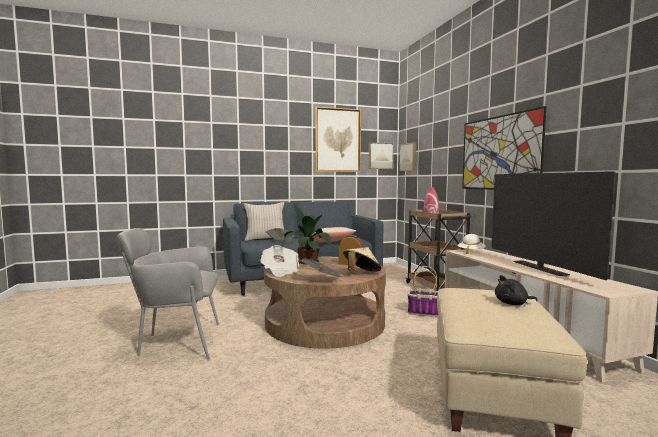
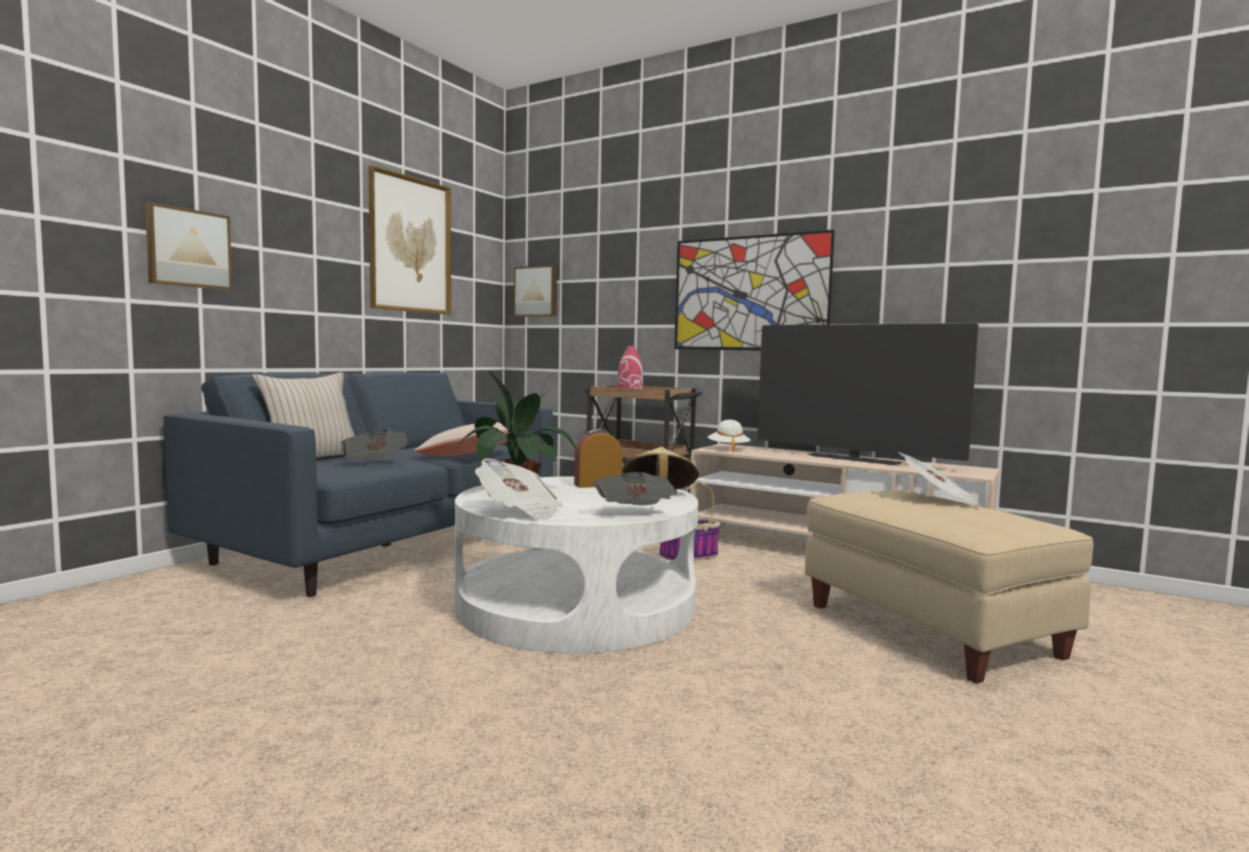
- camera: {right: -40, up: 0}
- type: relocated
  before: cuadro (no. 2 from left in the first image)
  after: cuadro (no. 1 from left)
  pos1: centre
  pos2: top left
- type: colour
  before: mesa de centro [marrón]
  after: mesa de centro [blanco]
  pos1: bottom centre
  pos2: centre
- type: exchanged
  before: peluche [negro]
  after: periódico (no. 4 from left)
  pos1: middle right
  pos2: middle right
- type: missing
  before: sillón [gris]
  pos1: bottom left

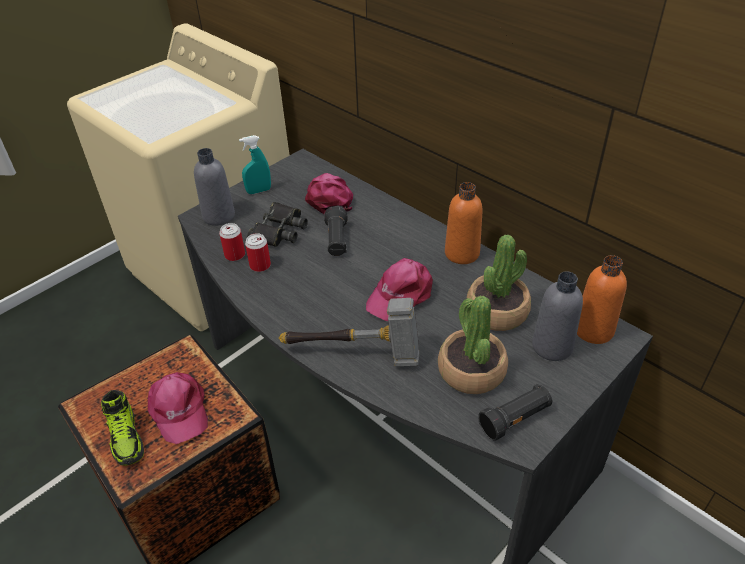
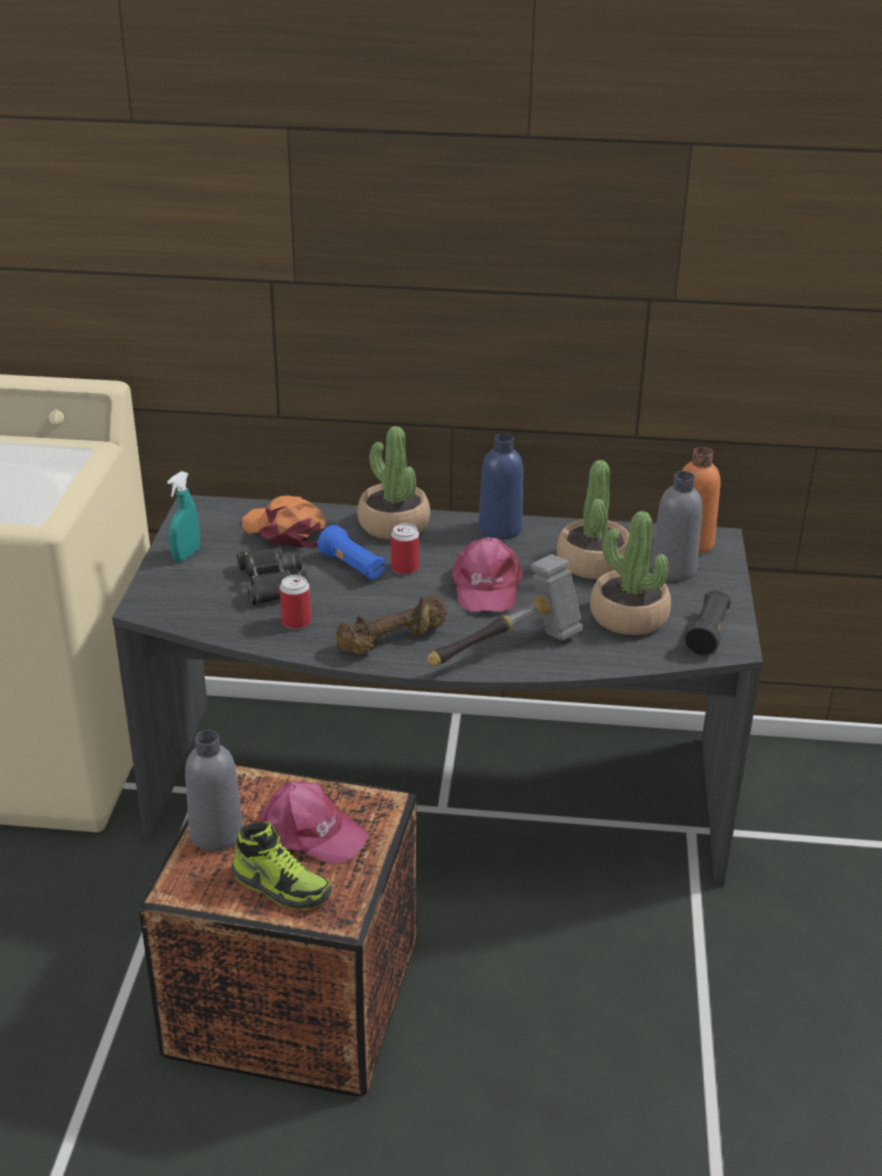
- camera: {right: -40, up: -10}
- type: relocated
  before: botella [gris] (no. 1 from left)
  pos1: top left
  pos2: bottom left
- type: colour
  before: gorra [rosa] (no. 2 from left)
  after: gorra [naranja]
  pos1: centre
  pos2: middle left
- type: colour
  before: linterna [negro] (no. 1 from left)
  after: linterna [azul]
  pos1: centre
  pos2: centre
- type: appeared
  after: mancuerna [marrón]
  pos2: centre
- type: appeared
  after: planta en maceta (no. 1 from left)
  pos2: centre
- type: relocated
  before: lata (no. 1 from left in the first image)
  after: lata (no. 2 from left)
  pos1: middle left
  pos2: centre
- type: colour
  before: botella [naranja] (no. 1 from left)
  after: botella [azul]
  pos1: centre
  pos2: centre

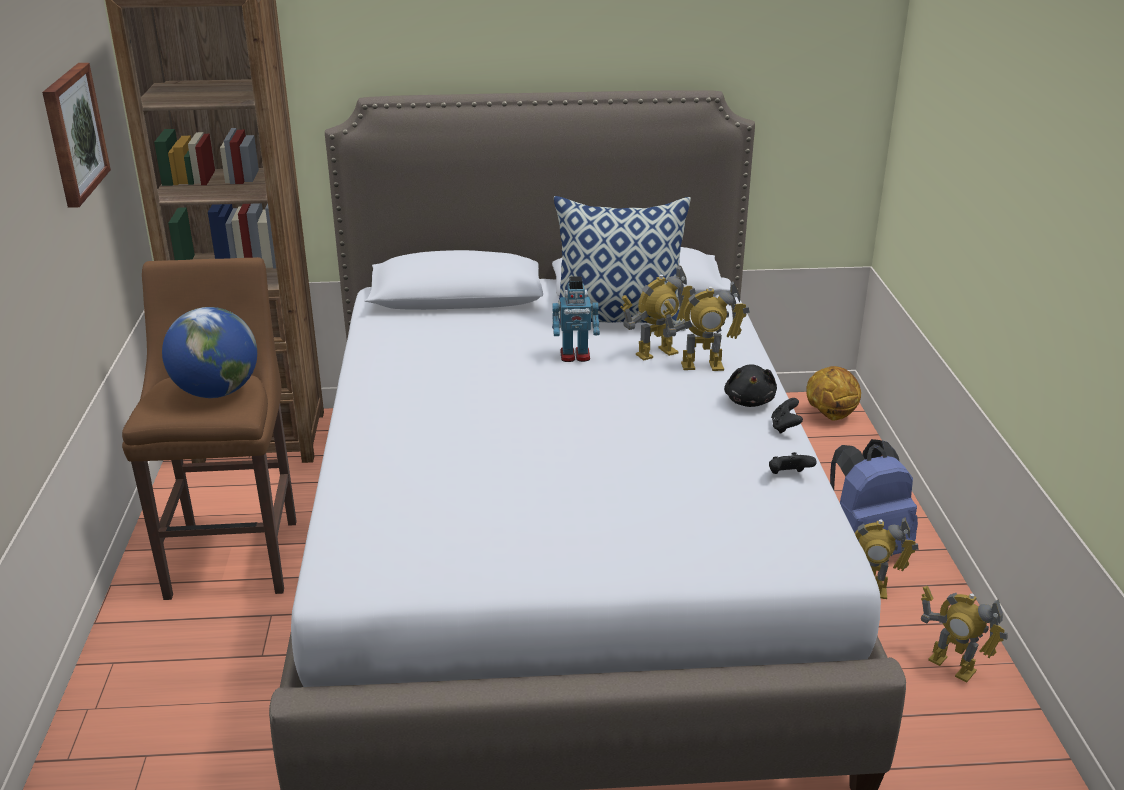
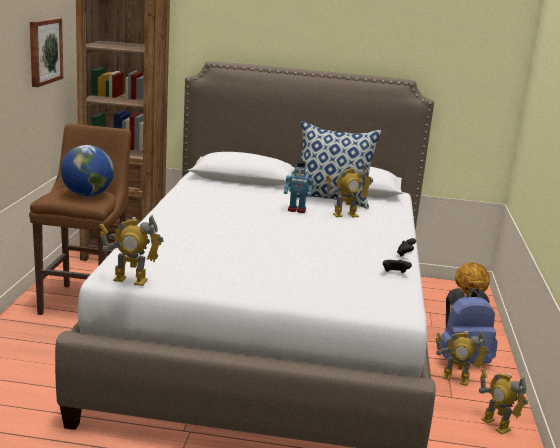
- camera: {right: 10, up: -10}
- type: relocated
  before: robot de juguete (no. 3 from left in the first image)
  after: robot de juguete (no. 1 from left)
  pos1: centre
  pos2: middle left
- type: missing
  before: peluche [negro]
  pos1: middle right

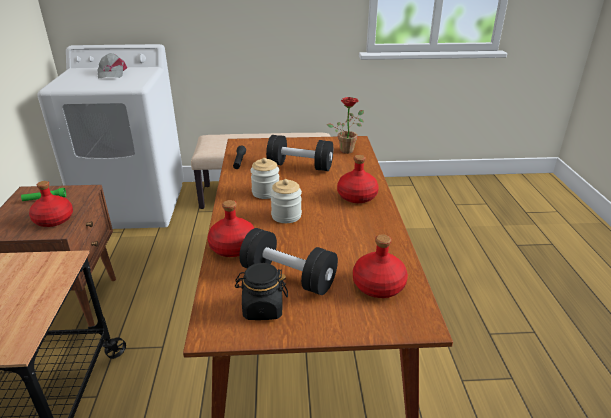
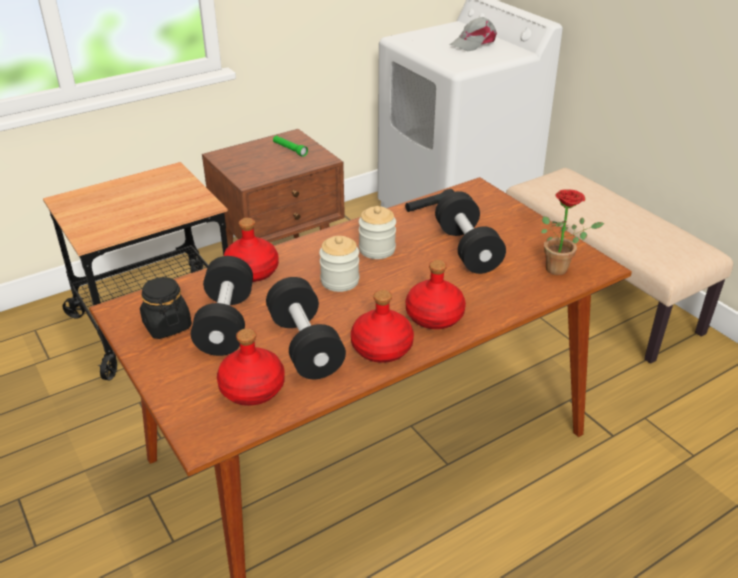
- camera: {right: 60, up: 5}
- type: appeared
  after: mancuerna [negro] (no. 2 from left)
  pos2: centre
- type: relocated
  before: botella [rojo] (no. 1 from left in the first image)
  after: botella [rojo] (no. 3 from left)
  pos1: middle left
  pos2: centre

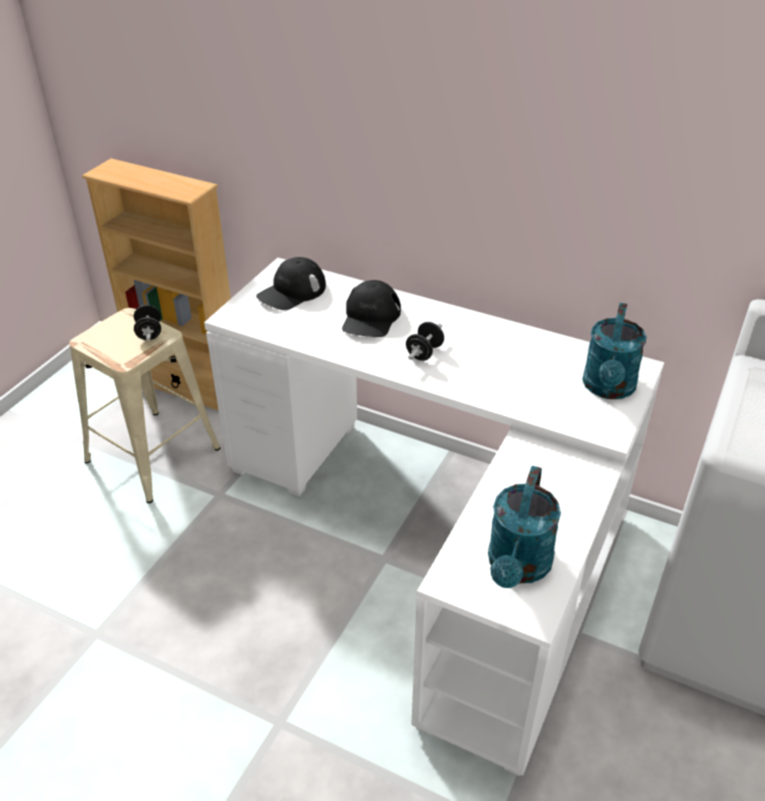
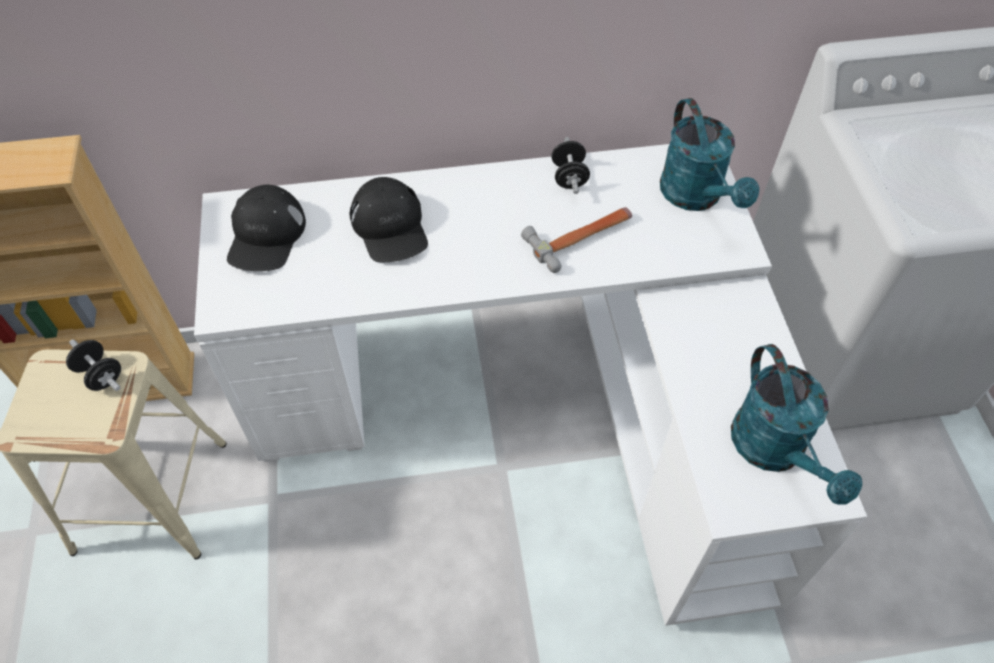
- camera: {right: -35, up: 15}
- type: appeared
  after: martillo
  pos2: centre
- type: relocated
  before: mancuerna [negro] (no. 2 from left)
  pos1: centre
  pos2: top centre

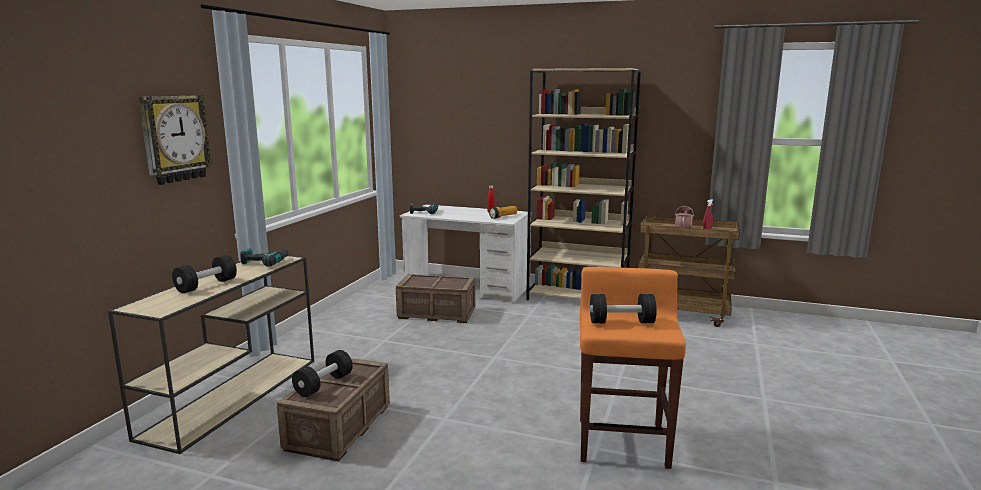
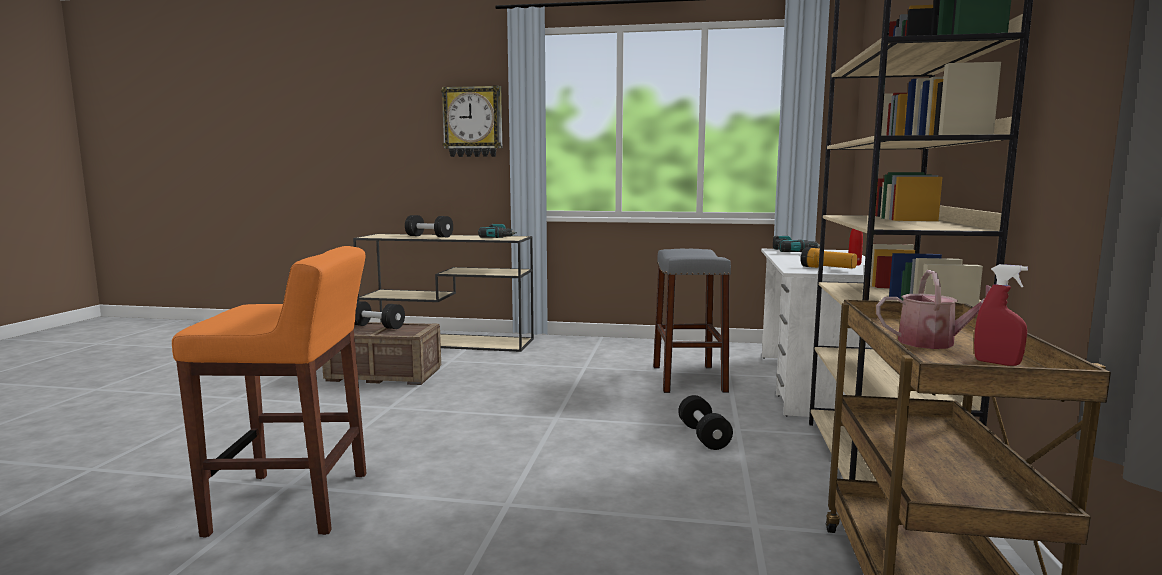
- camera: {right: 80, up: -5}
- type: exchanged
  before: caja de embalaje (no. 2 from left)
  after: taburete [gris]
  pos1: centre
  pos2: centre
- type: relocated
  before: mancuerna [negro] (no. 3 from left)
  pos1: centre
  pos2: bottom centre

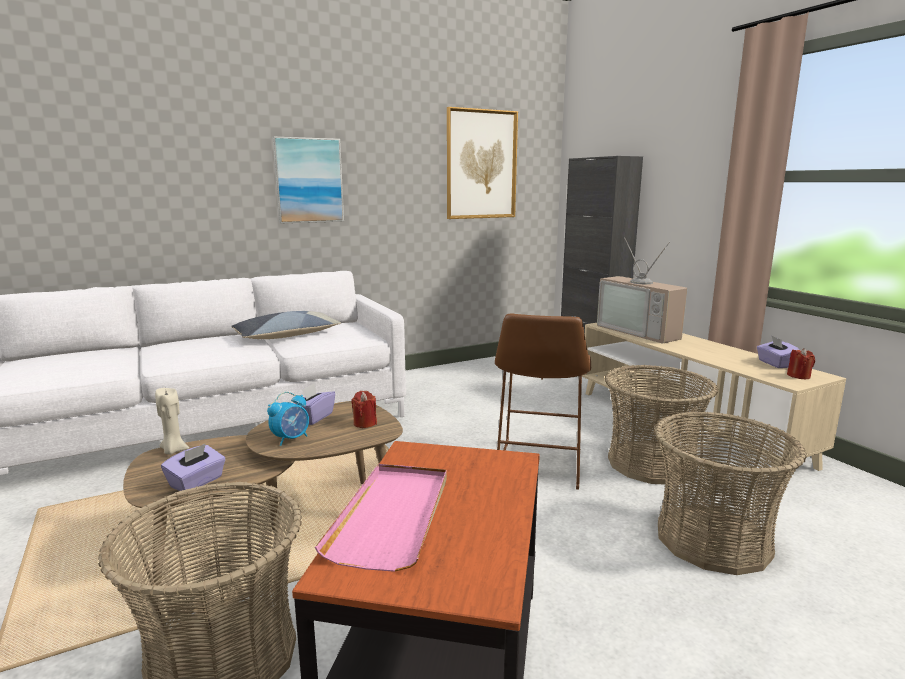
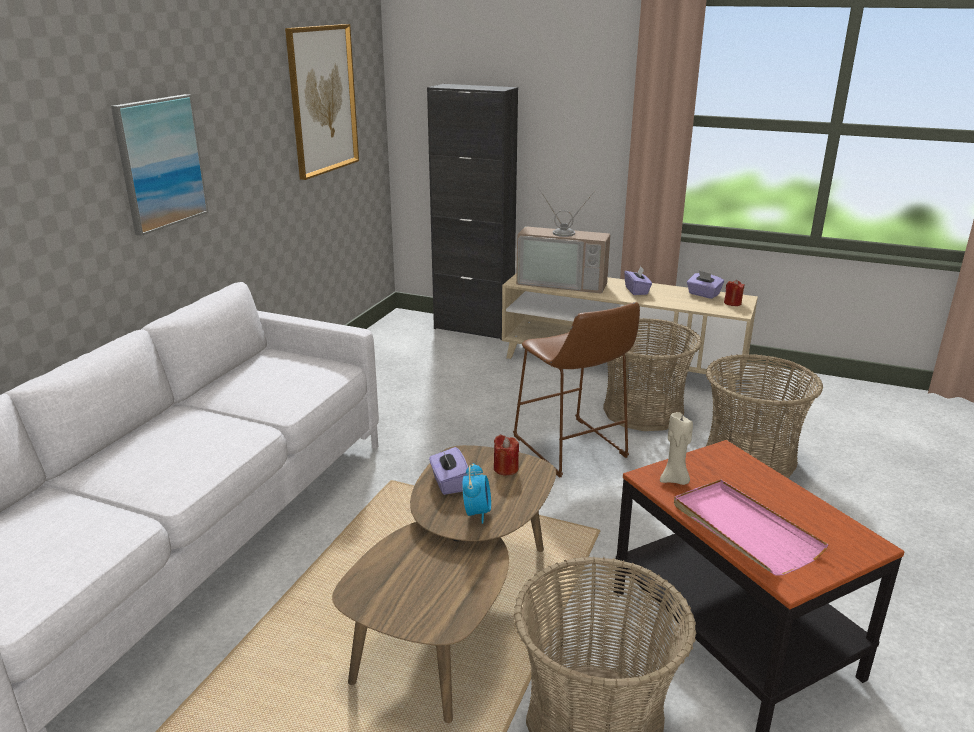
- camera: {right: -40, up: 10}
- type: relocated
  before: caja de pañuelos [morado] (no. 1 from left in the first image)
  after: caja de pañuelos [morado] (no. 2 from left)
  pos1: bottom left
  pos2: centre
- type: relocated
  before: vela [beis]
  pos1: middle left
  pos2: middle right
- type: missing
  before: cojín
  pos1: middle left

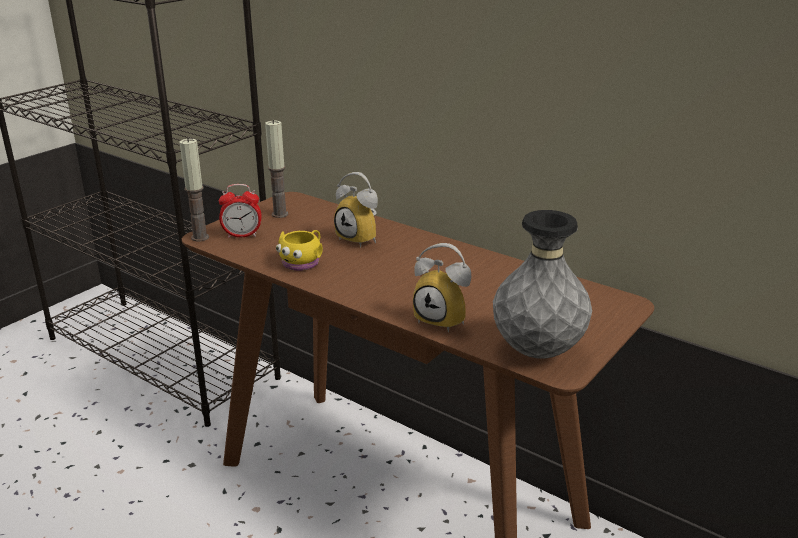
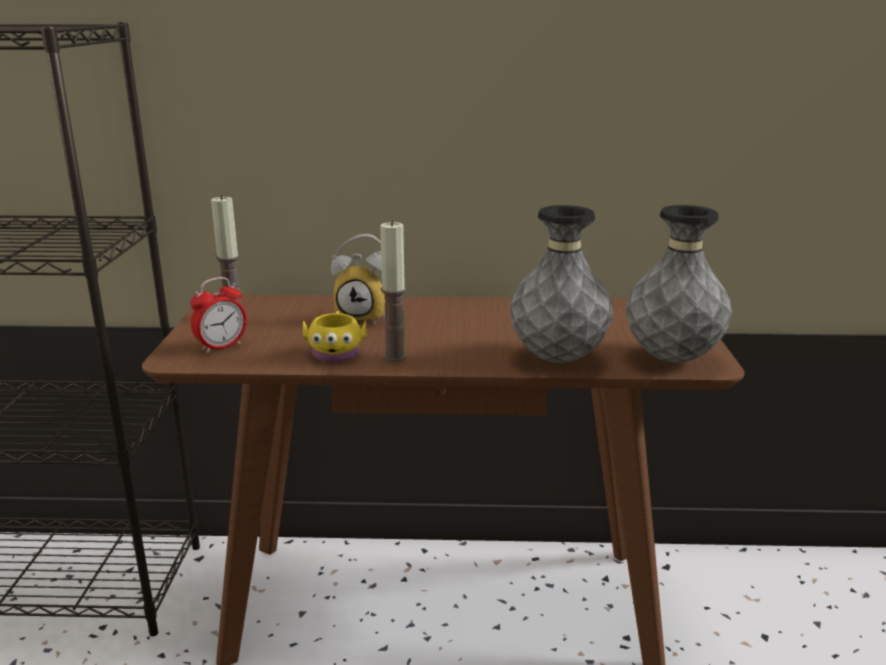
- camera: {right: -35, up: -5}
- type: relocated
  before: vela (no. 1 from left in the first image)
  after: vela (no. 2 from left)
  pos1: middle left
  pos2: centre
- type: exchanged
  before: despertador (no. 3 from left)
  after: florero [gris] (no. 1 from left)
  pos1: centre
  pos2: centre

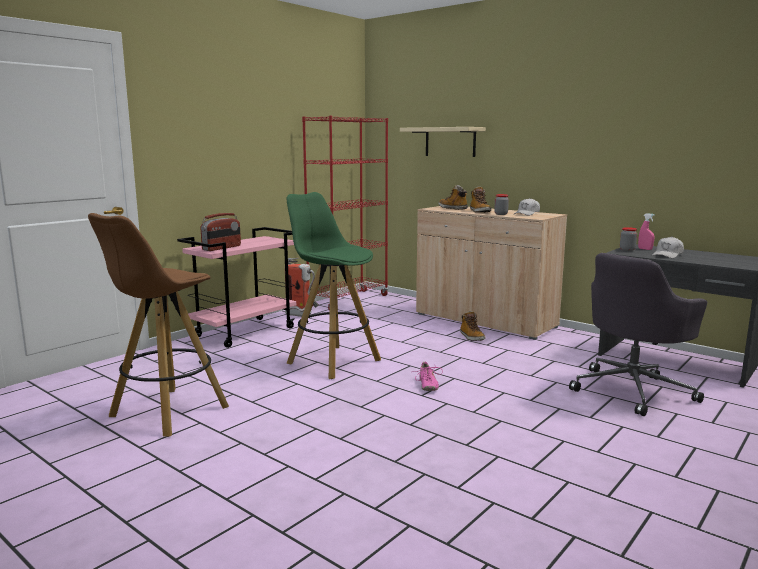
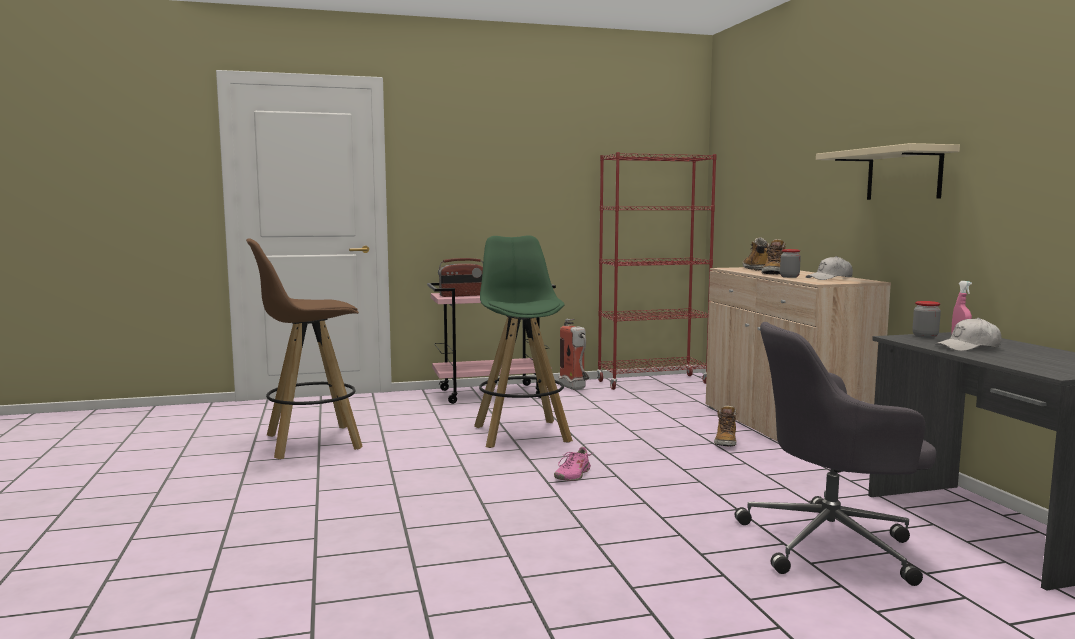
- camera: {right: 35, up: -5}
- type: relocated
  before: estante [beis]
  pos1: top centre
  pos2: top right

